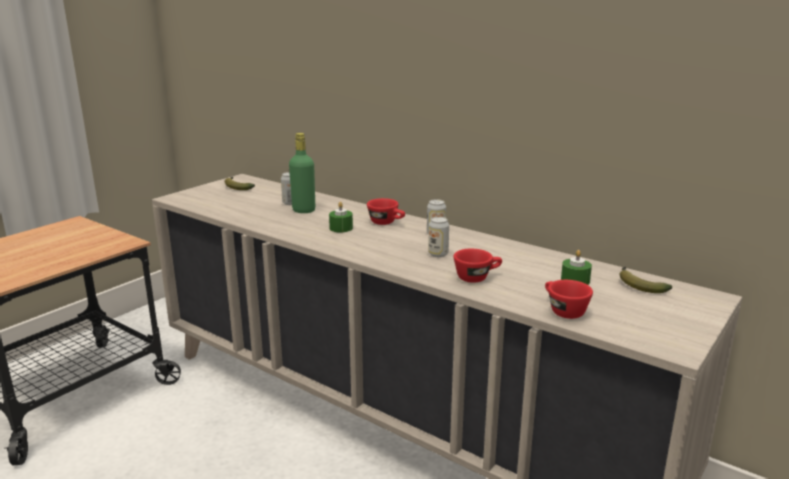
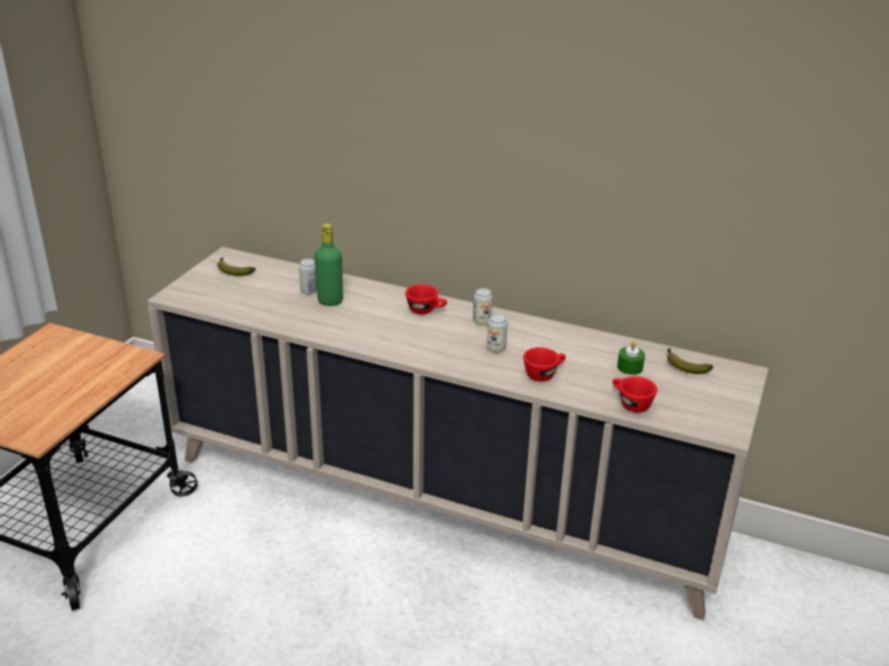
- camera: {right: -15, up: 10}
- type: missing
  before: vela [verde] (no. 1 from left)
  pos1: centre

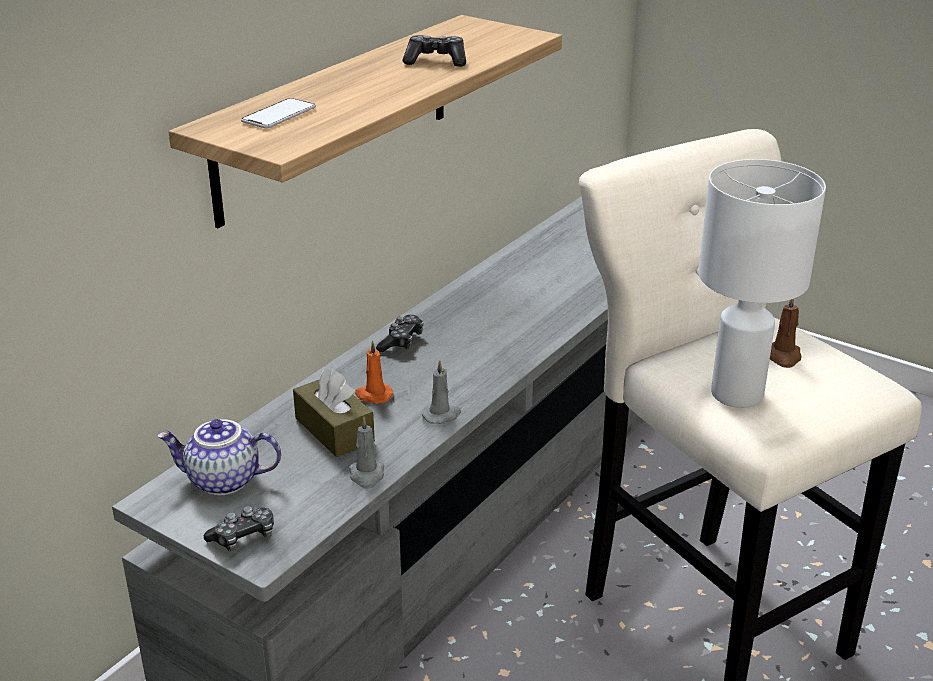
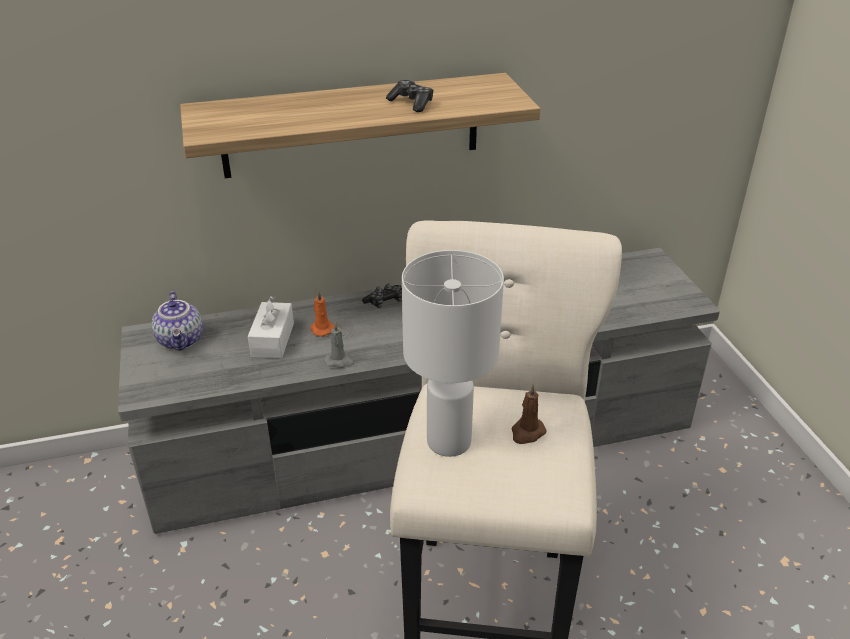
- camera: {right: 40, up: 5}
- type: spun
  before: tetera
  pos1: bottom left
  pos2: middle left
  turn: -150
- type: colour
  before: caja de pañuelos [marrón]
  after: caja de pañuelos [blanco]
  pos1: centre
  pos2: middle left
- type: missing
  before: mando de consola (no. 1 from left)
  pos1: bottom left
- type: missing
  before: móvil
  pos1: top left
- type: missing
  before: vela [gris] (no. 1 from left)
  pos1: centre

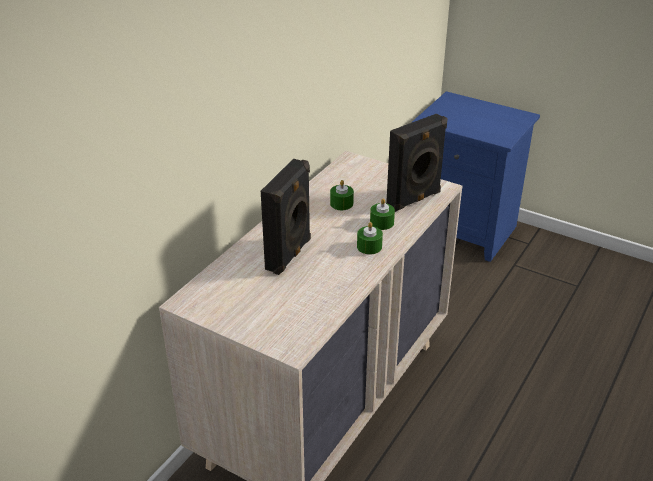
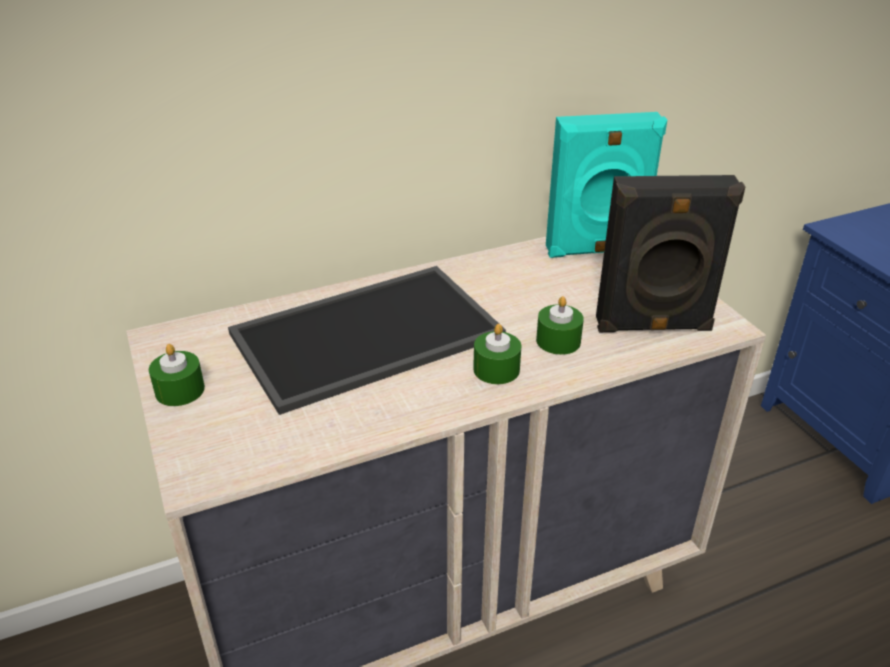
- camera: {right: 35, up: 0}
- type: relocated
  before: vela [verde] (no. 1 from left)
  pos1: centre
  pos2: middle left
- type: exchanged
  before: altavoz [negro] (no. 1 from left)
  after: bandeja
  pos1: centre
  pos2: centre
- type: appeared
  after: altavoz [turquesa]
  pos2: top right

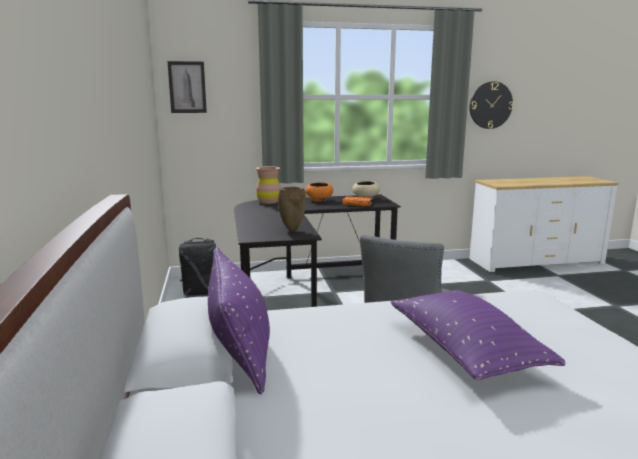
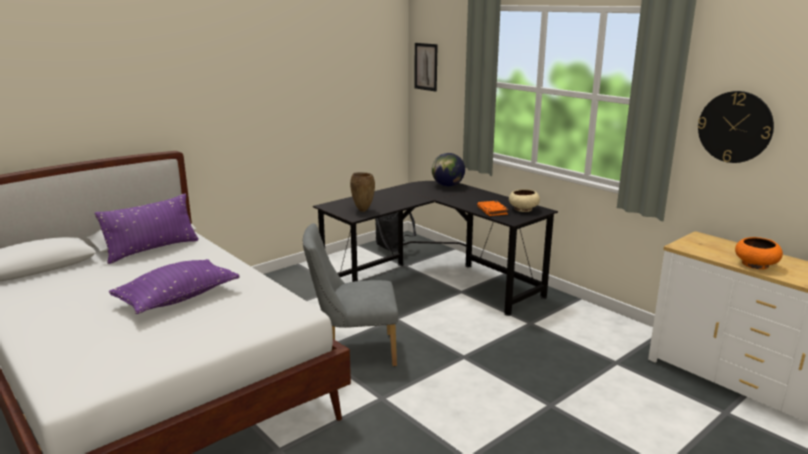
- camera: {right: 60, up: 5}
- type: exchanged
  before: florero [marrón] (no. 1 from left)
  after: globo terráqueo
  pos1: centre
  pos2: centre
- type: relocated
  before: cuenco [naranja]
  pos1: centre
  pos2: middle right

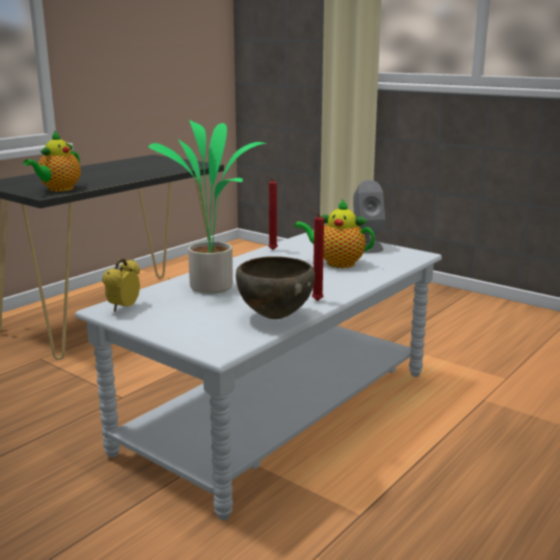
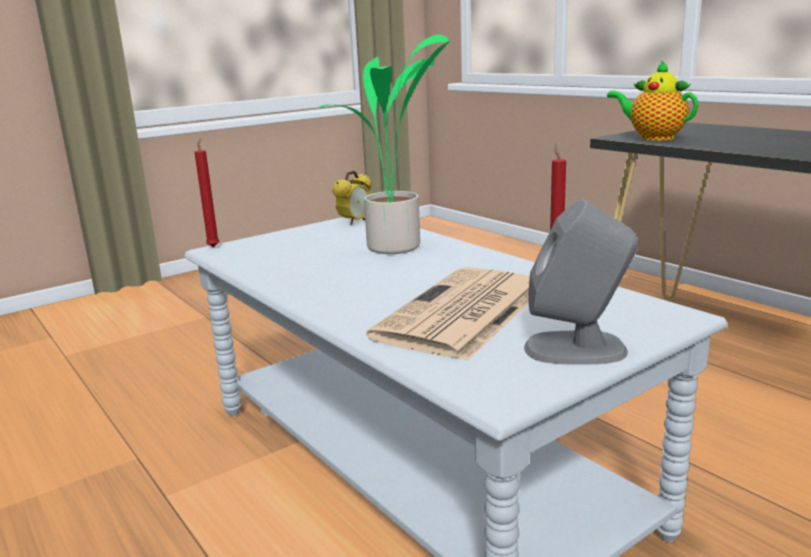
- camera: {right: 105, up: 0}
- type: relocated
  before: vela [rojo] (no. 2 from left in the first image)
  after: vela [rojo] (no. 1 from left)
  pos1: centre
  pos2: middle left
- type: spun
  before: despertador
  pos1: middle left
  pos2: centre
  turn: 90
- type: exchanged
  before: tetera (no. 2 from left)
  after: periódico
  pos1: centre
  pos2: centre
- type: missing
  before: cuenco [marrón]
  pos1: centre

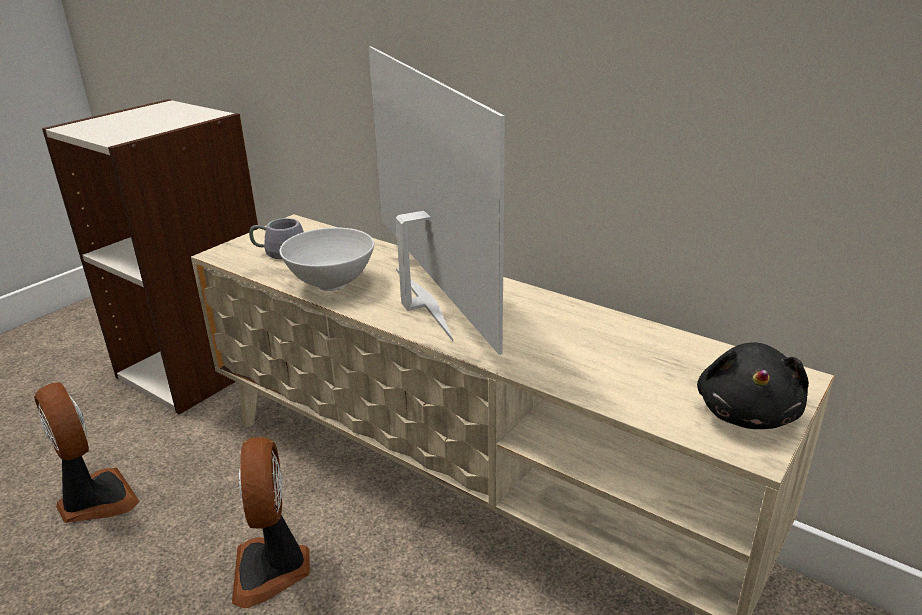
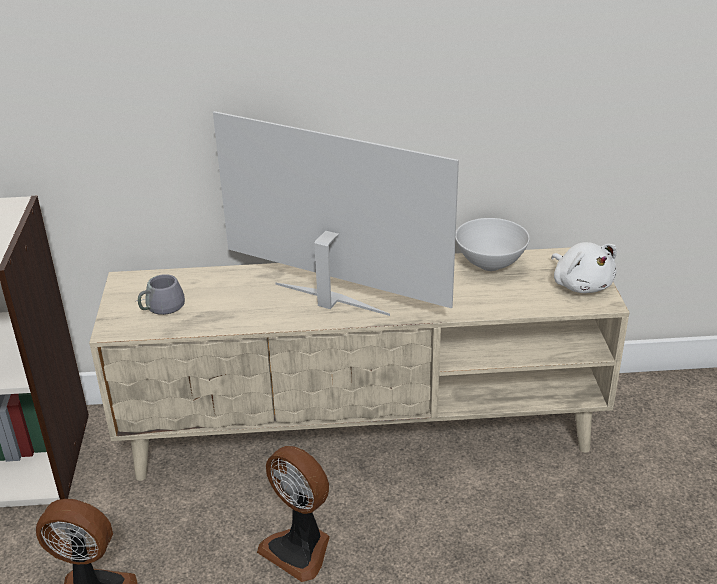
- camera: {right: -40, up: 5}
- type: relocated
  before: cuenco [blanco]
  pos1: centre
  pos2: middle right
- type: colour
  before: peluche [negro]
  after: peluche [blanco]
  pos1: middle right
  pos2: middle right

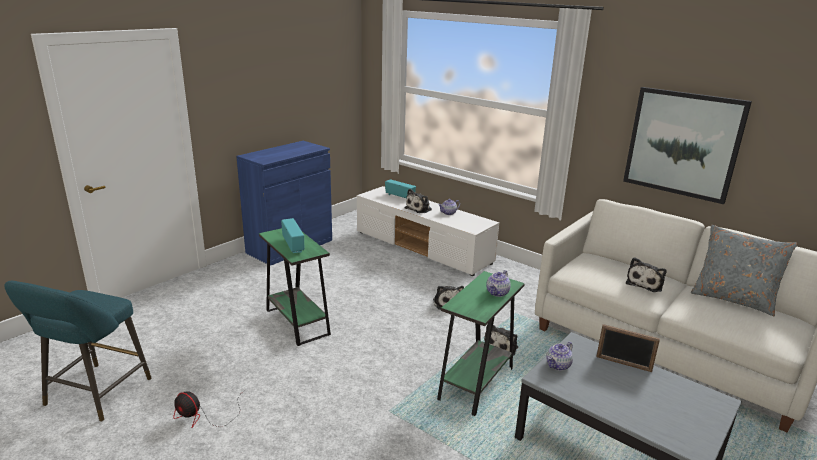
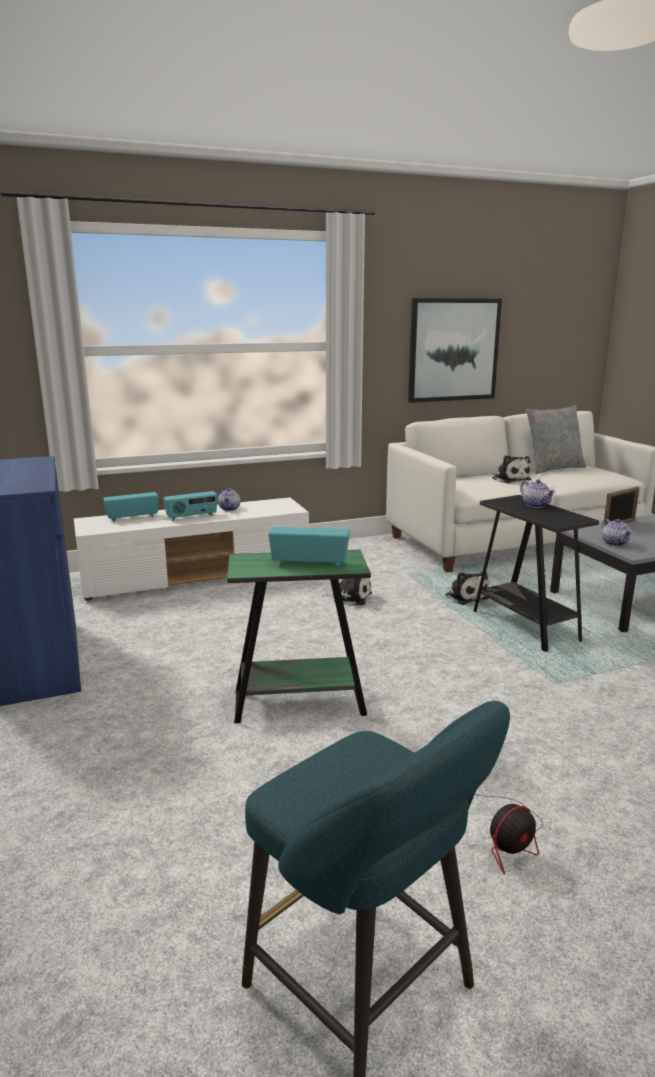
- camera: {right: -60, up: -5}
- type: exchanged
  before: peluche (no. 1 from left)
  after: radio (no. 2 from left)
  pos1: centre
  pos2: middle left
- type: colour
  before: mesa auxiliar [verde] (no. 2 from left)
  after: mesa auxiliar [negro]
  pos1: bottom centre
  pos2: middle right

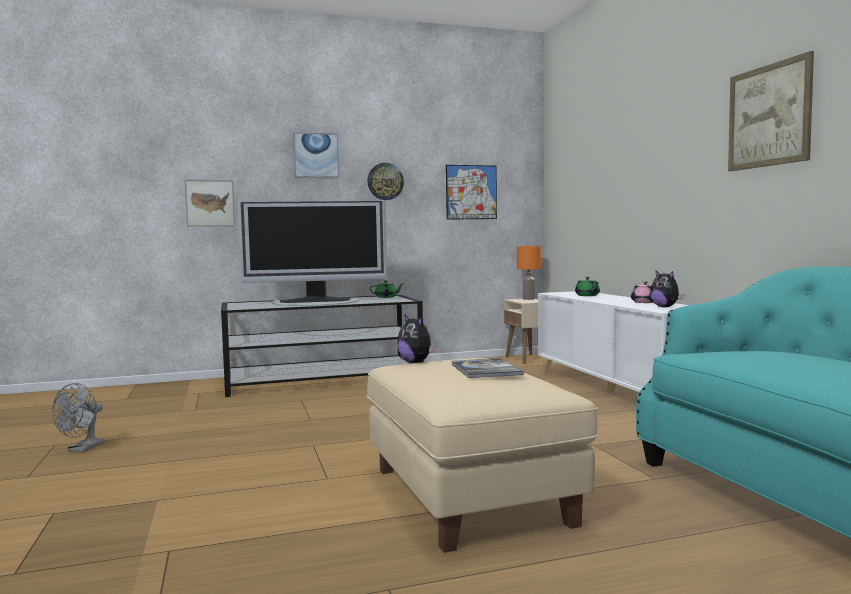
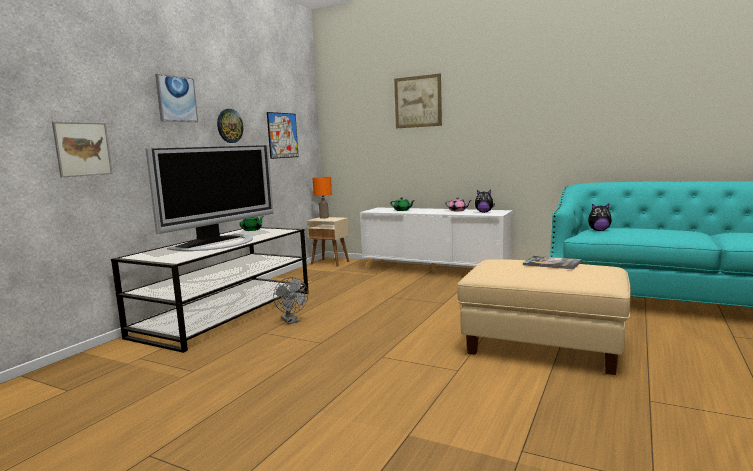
- camera: {right: -45, up: 5}
- type: relocated
  before: ventilador [gris]
  pos1: bottom left
  pos2: centre
- type: relocated
  before: cuadro (no. 4 from left)
  pos1: top right
  pos2: top centre
- type: relocated
  before: peluche (no. 1 from left in the first image)
  after: peluche (no. 2 from left)
  pos1: centre
  pos2: middle right

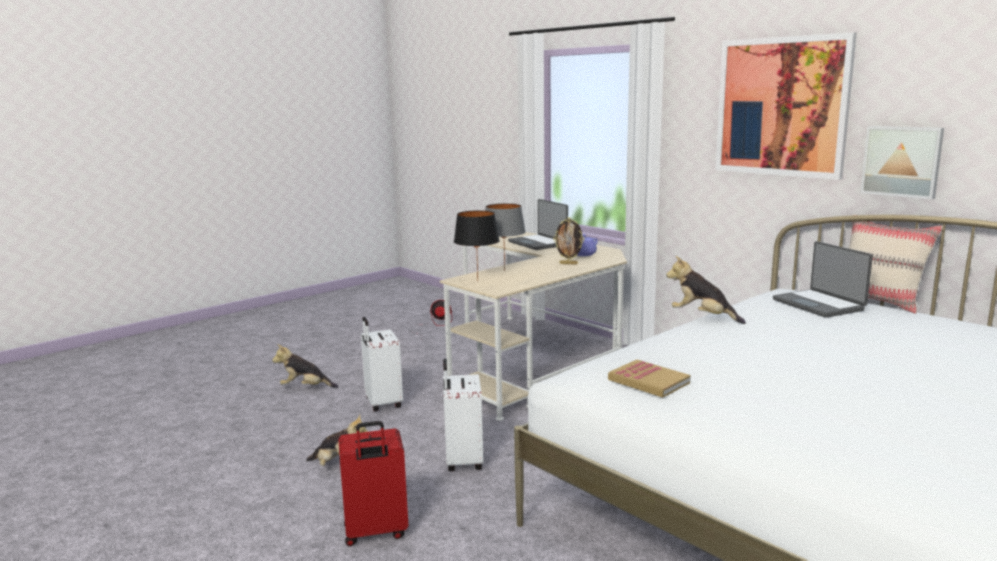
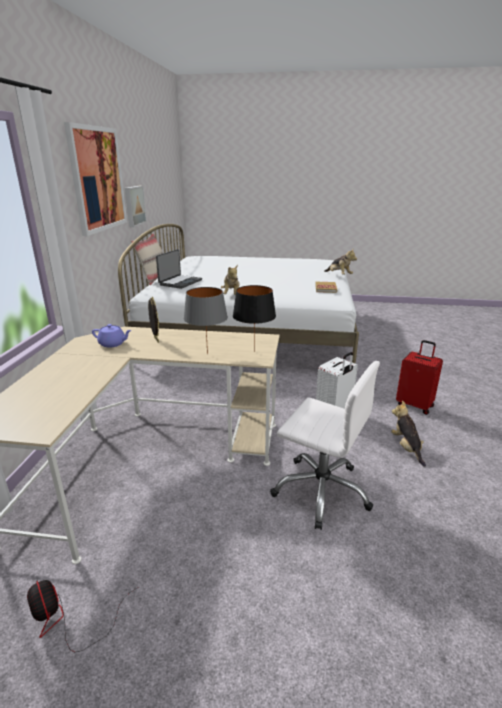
- camera: {right: -130, up: 10}
- type: exchanged
  before: maleta [blanco] (no. 1 from left)
  after: silla de oficina [blanco]
  pos1: centre
  pos2: centre
- type: relocated
  before: peluche (no. 1 from left in the first image)
  after: peluche (no. 2 from left)
  pos1: middle left
  pos2: middle right
- type: missing
  before: portátil (no. 1 from left)
  pos1: centre

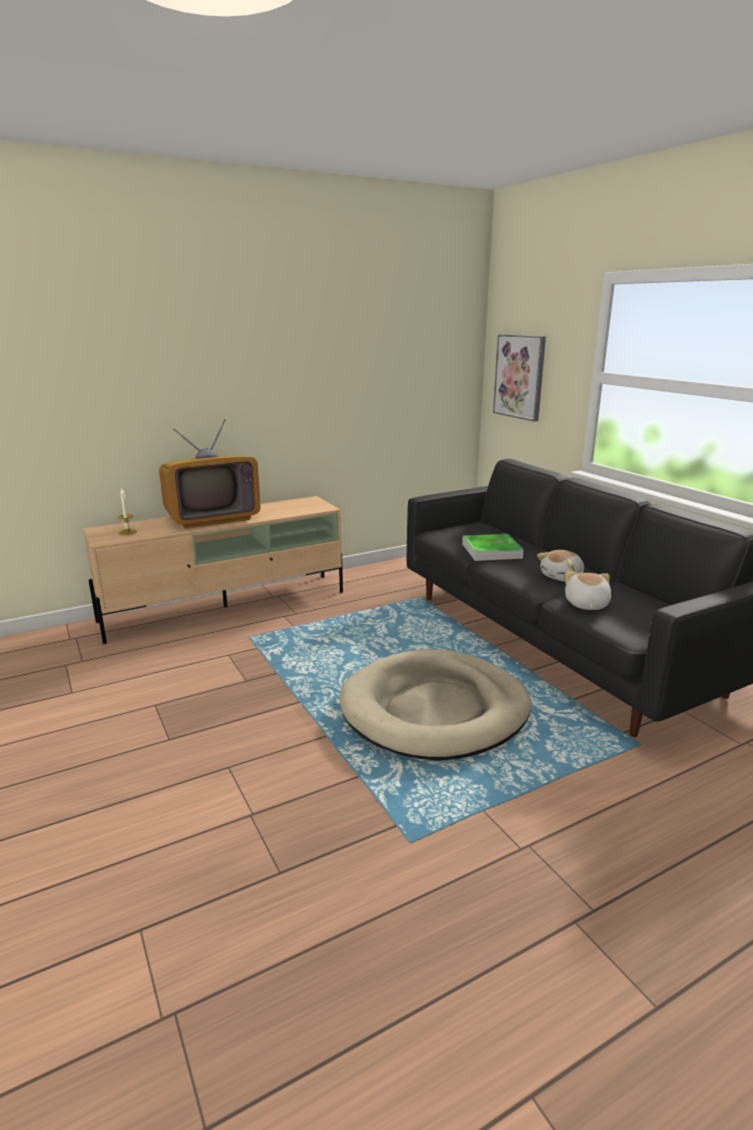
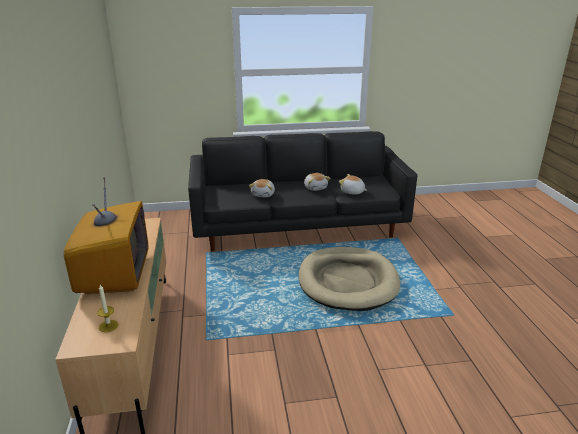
- camera: {right: -70, up: 5}
- type: exchanged
  before: bandeja
  after: peluche (no. 1 from left)
  pos1: centre
  pos2: centre
- type: missing
  before: cuadro
  pos1: middle right

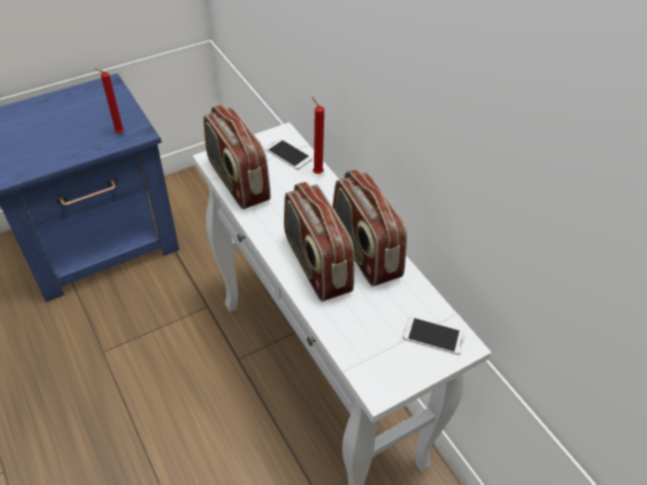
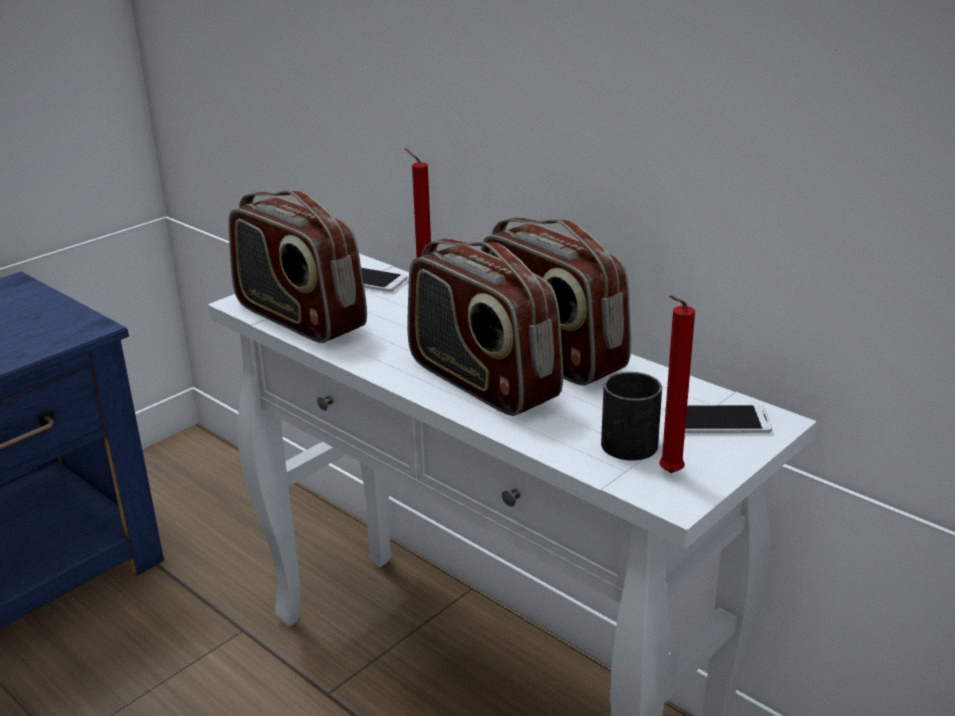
- camera: {right: -15, up: -20}
- type: appeared
  after: taza grande [negro]
  pos2: centre
- type: relocated
  before: vela [rojo] (no. 1 from left in the first image)
  after: vela [rojo] (no. 2 from left)
  pos1: top left
  pos2: middle right

